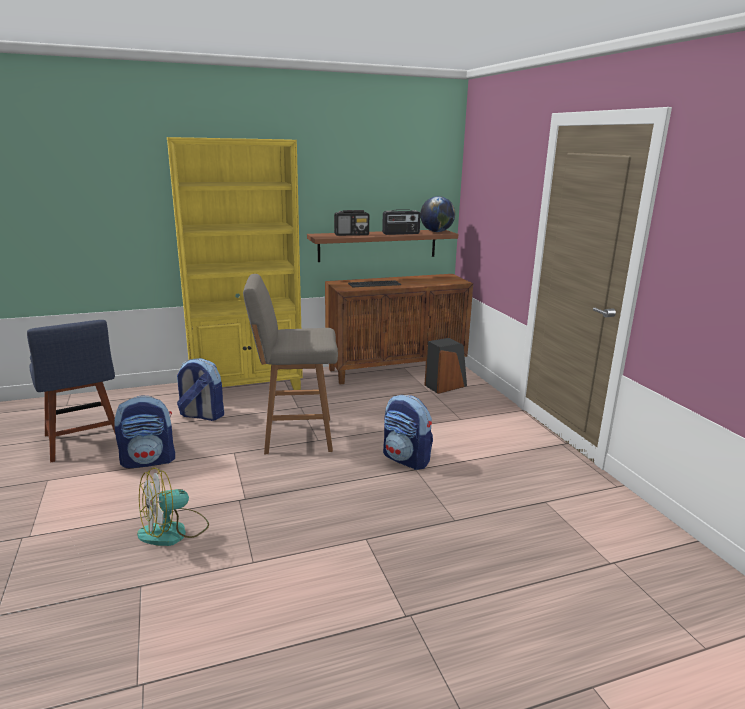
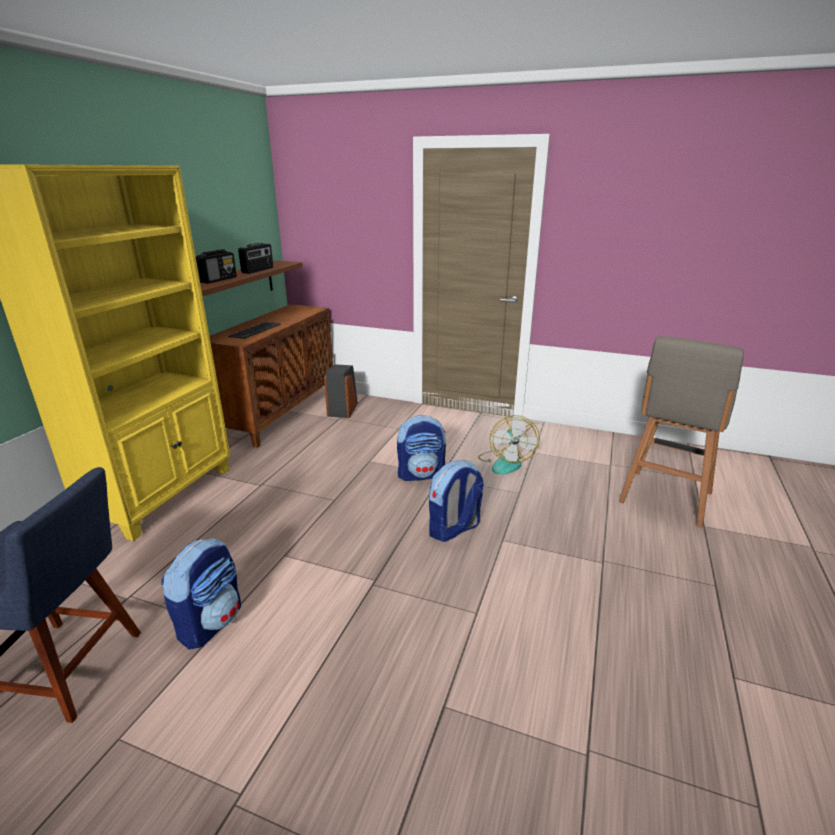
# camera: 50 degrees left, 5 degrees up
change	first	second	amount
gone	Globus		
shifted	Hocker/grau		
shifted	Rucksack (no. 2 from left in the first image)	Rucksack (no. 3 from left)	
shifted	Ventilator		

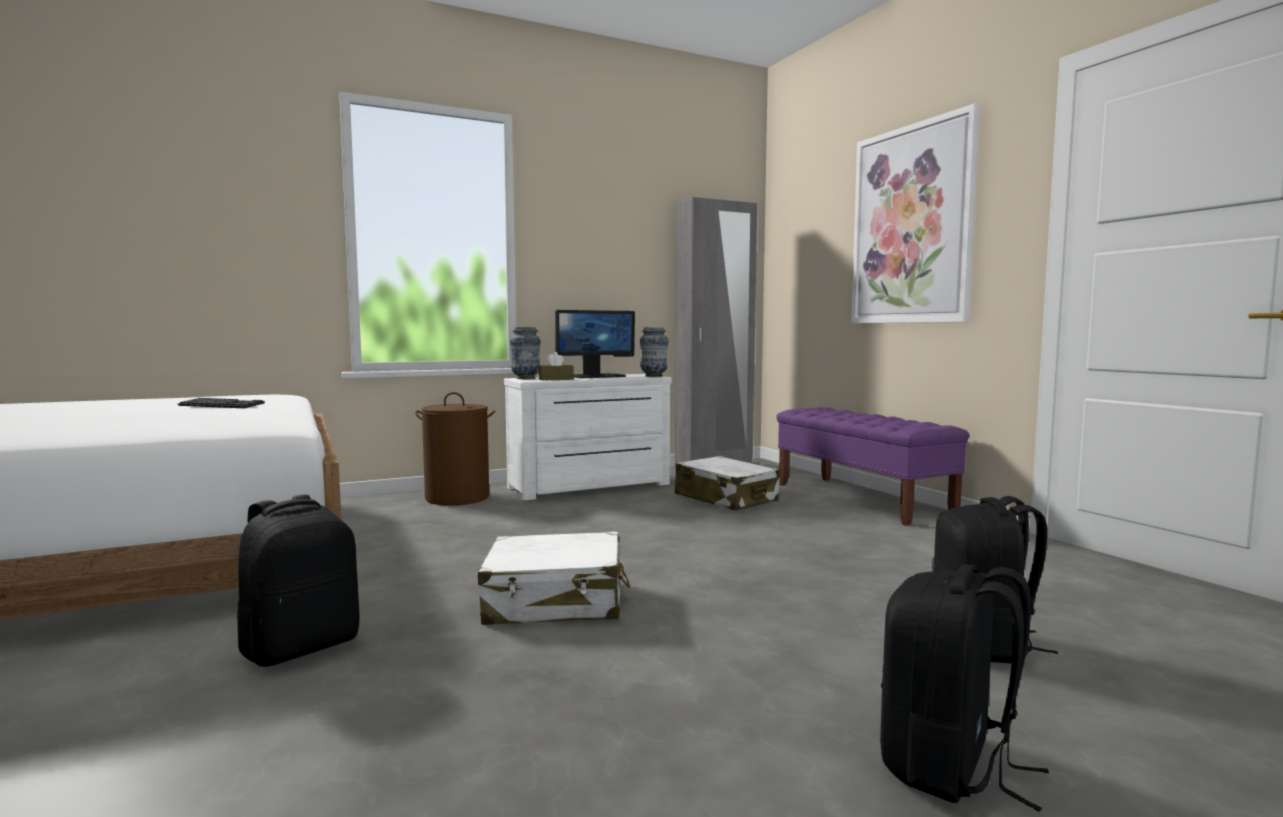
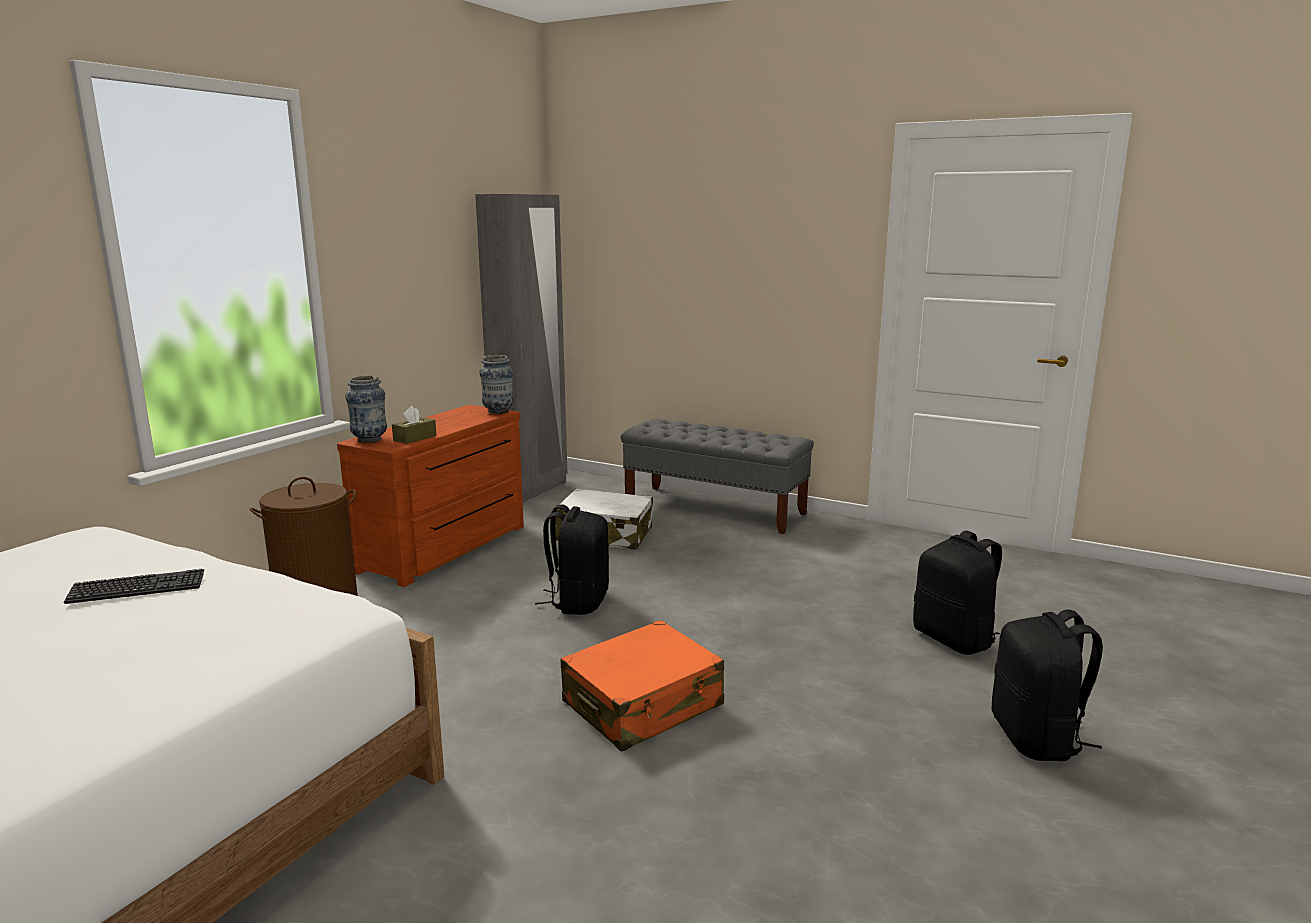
# camera: 35 degrees left, 10 degrees up
change	first	second	amount
gone	Bild		
gone	Monitor		
repainted	Kommode/weiß	Kommode/braun	
repainted	Bank/lila	Bank/grau	
shifted	Rucksack/schwarz (no. 1 from left)		
repainted	Koffer/weiß (no. 1 from left)	Koffer/orange	

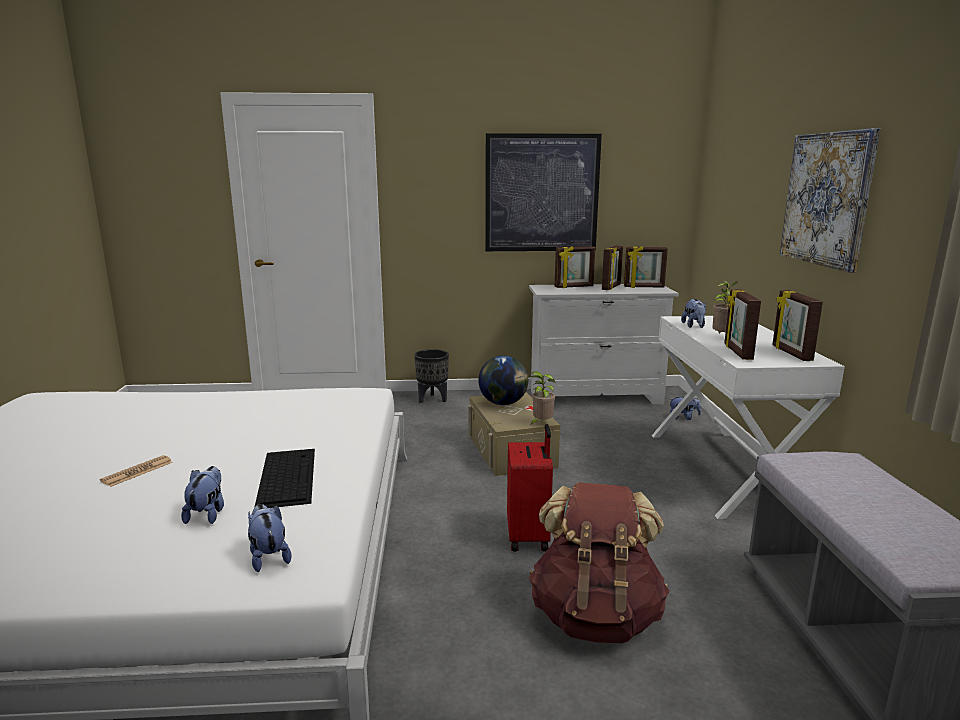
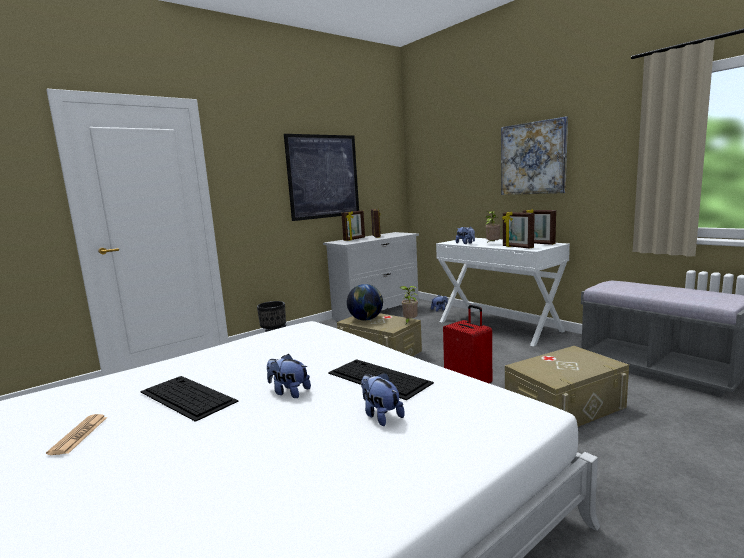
# camera: 35 degrees left, 5 degrees down
change	first	second	amount
gone	Bilderrahmen (no. 3 from left)		
shifted	Zeitung		
swapped	Rucksack/braun	Aufbewahrungsbox/beige (no. 2 from left)	
shifted	Plüschtier (no. 2 from left in the first image)	Plüschtier (no. 1 from left)	
new		Tastatur (no. 1 from left)	

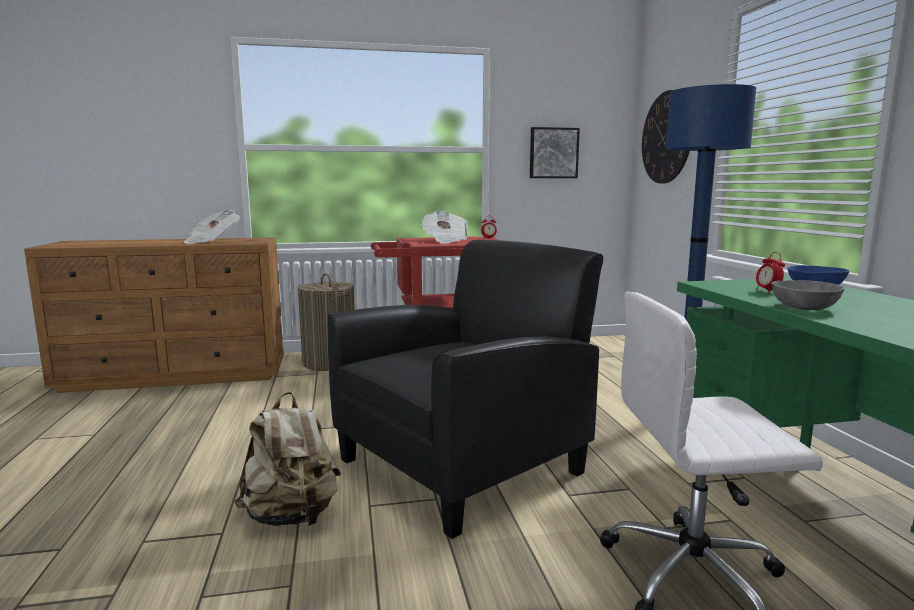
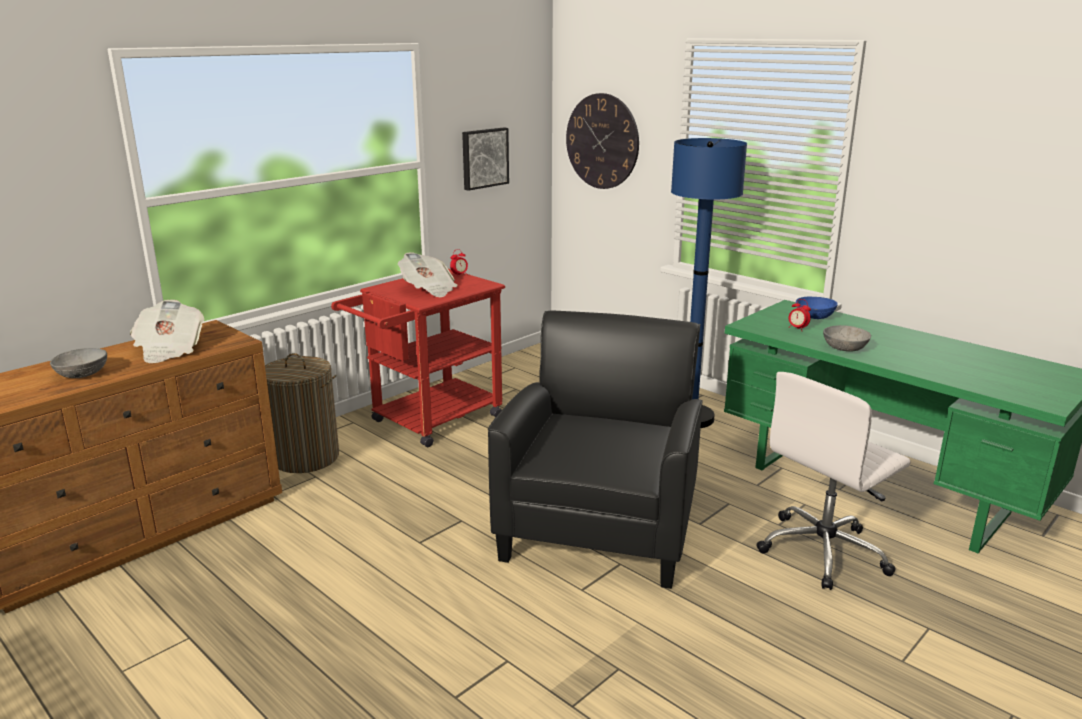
# camera: 35 degrees left, 10 degrees up
change	first	second	amount
gone	Rucksack/beige		
new		Schüssel/grau (no. 1 from left)	

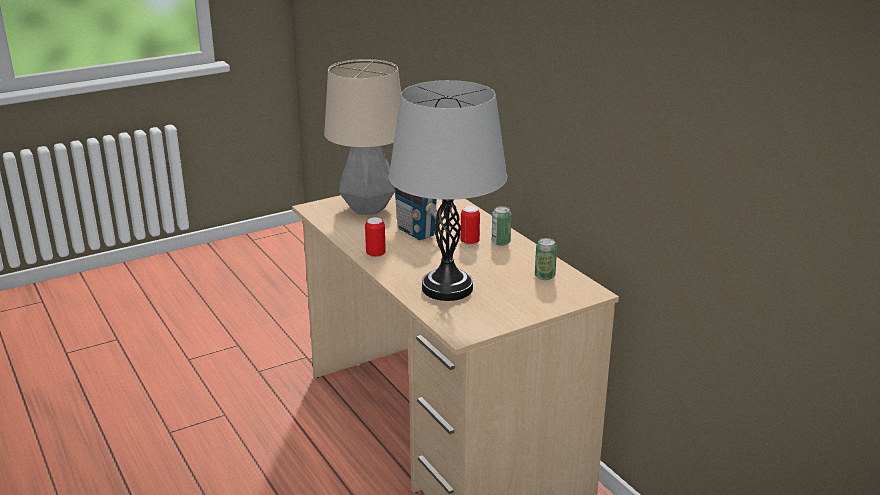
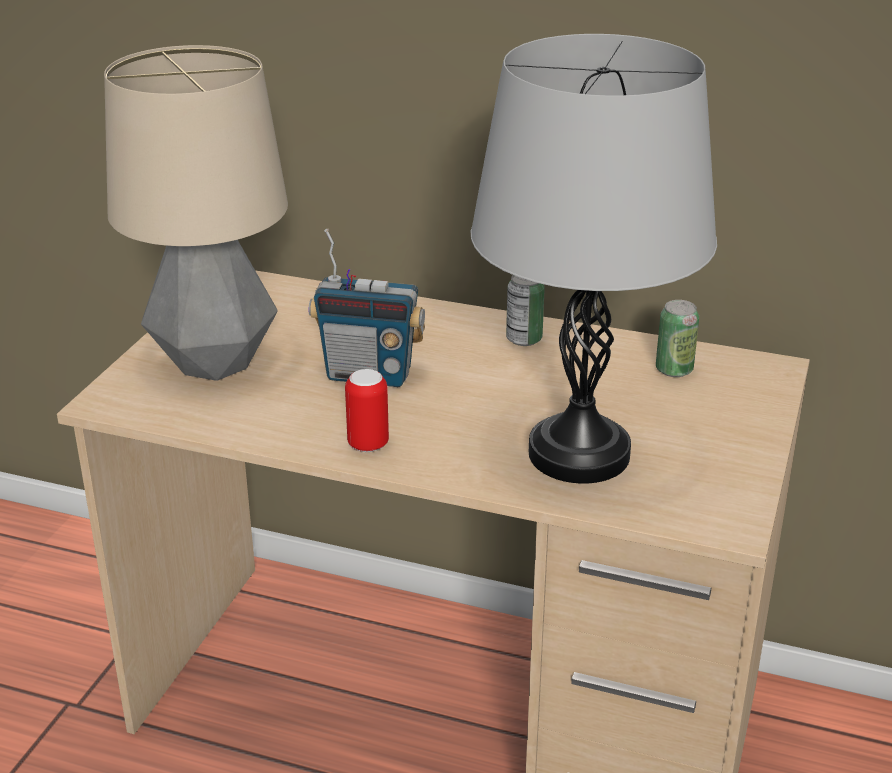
# camera: 40 degrees left, 5 degrees up
change	first	second	amount
gone	Dose (no. 2 from left)		

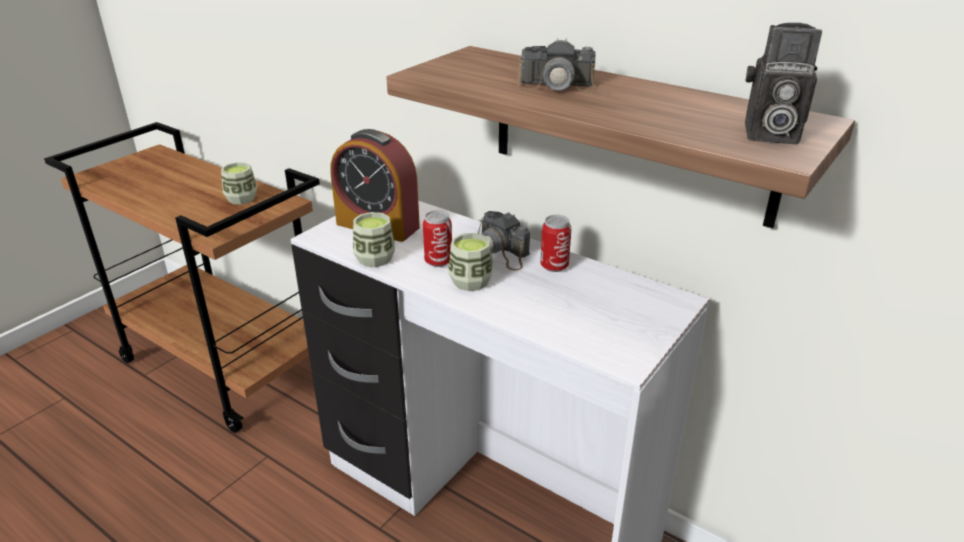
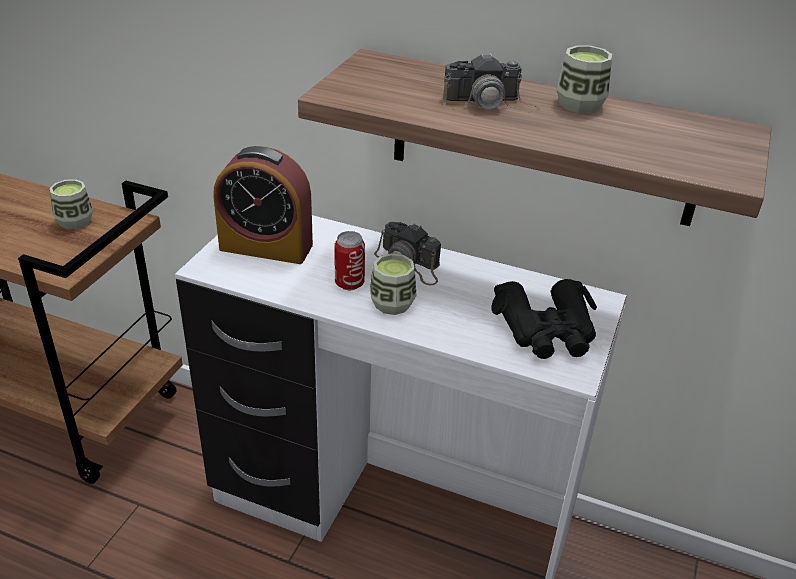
# camera: 15 degrees left, 5 degrees up
change	first	second	amount
gone	Kamera (no. 3 from left)		
shifted	Tasse (no. 2 from left in the first image)	Tasse (no. 3 from left)	
gone	Dose (no. 2 from left)		
new		Fernglas/schwarz	

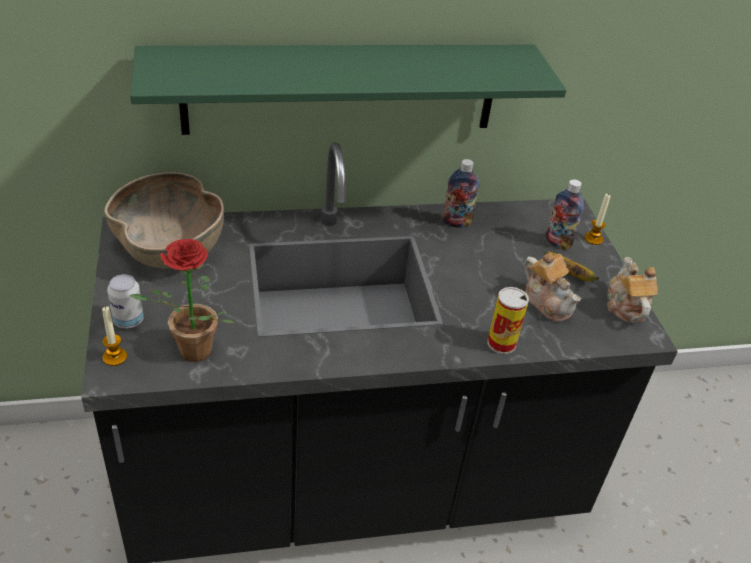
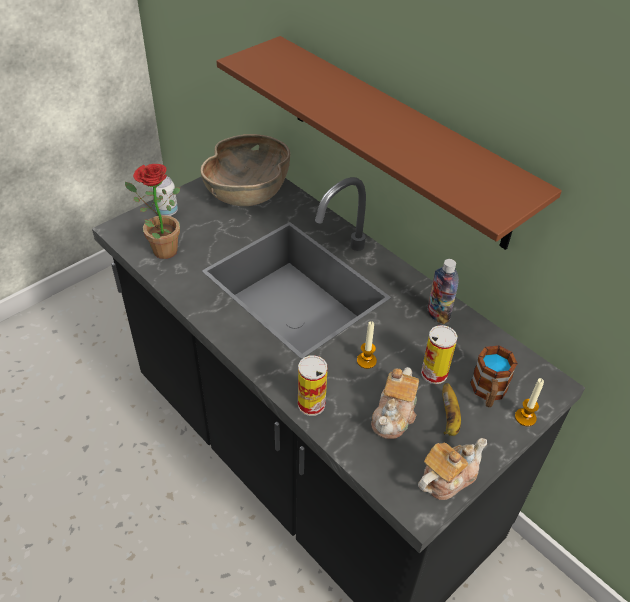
# camera: 60 degrees right, 5 degrees up
change	first	second	amount
repainted	Wandregal/grün	Wandregal/braun	
swapped	Flasche (no. 2 from left)	Henkelbecher	
shifted	Kerze (no. 1 from left)		
new		Dose (no. 3 from left)	

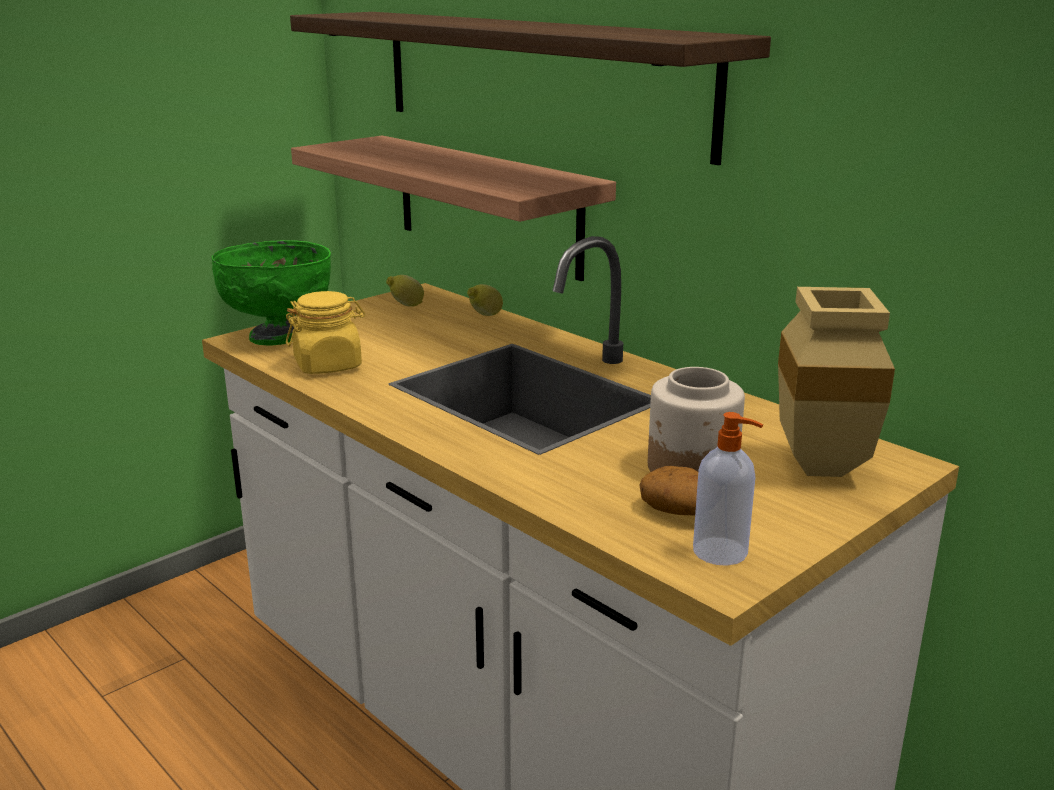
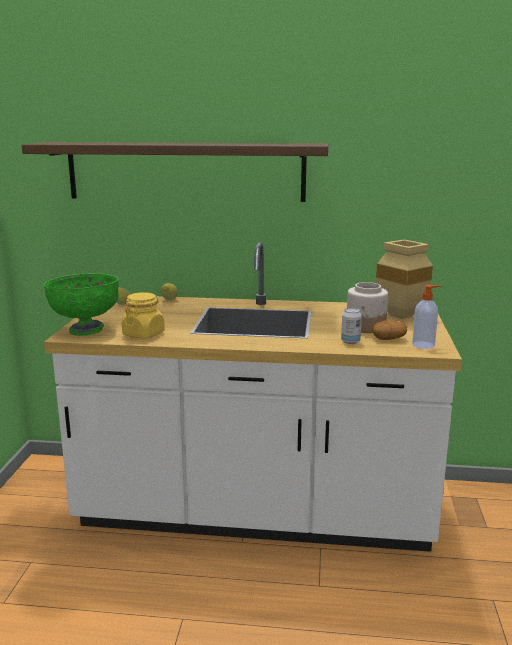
# camera: 40 degrees left, 5 degrees down
change	first	second	amount
gone	Wandregal (no. 1 from left)		
new		Dose	

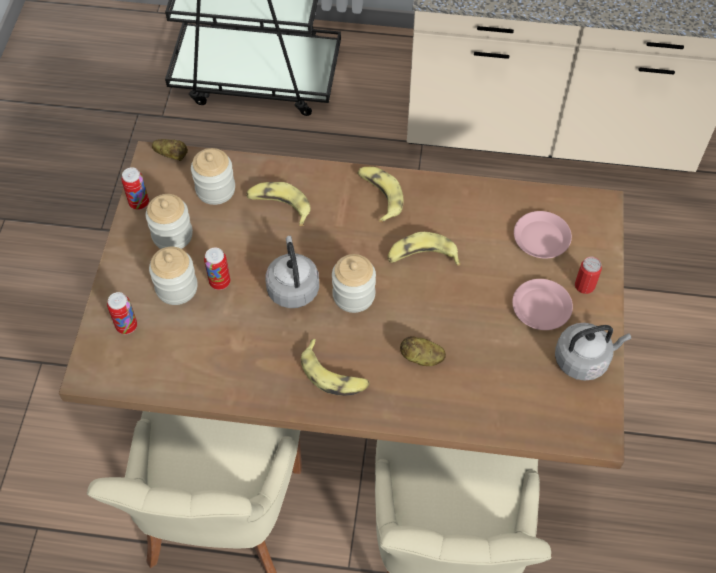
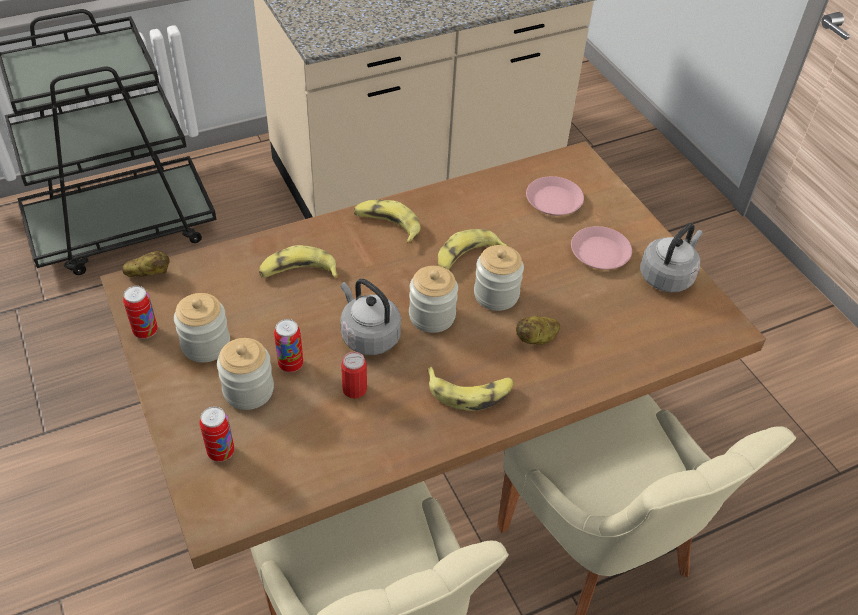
# camera: 35 degrees left, 10 degrees down
change	first	second	amount
shifted	Vorratsglas (no. 3 from left in the first image)	Vorratsglas (no. 4 from left)	
shifted	Dose (no. 4 from left)		

